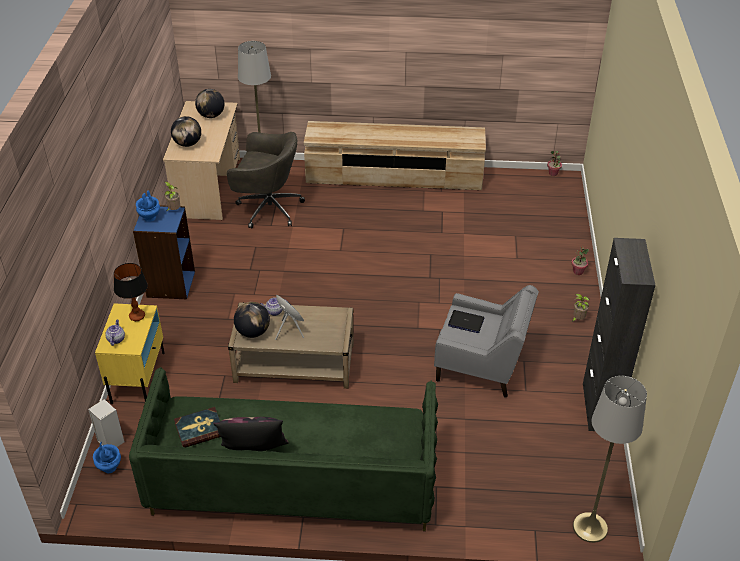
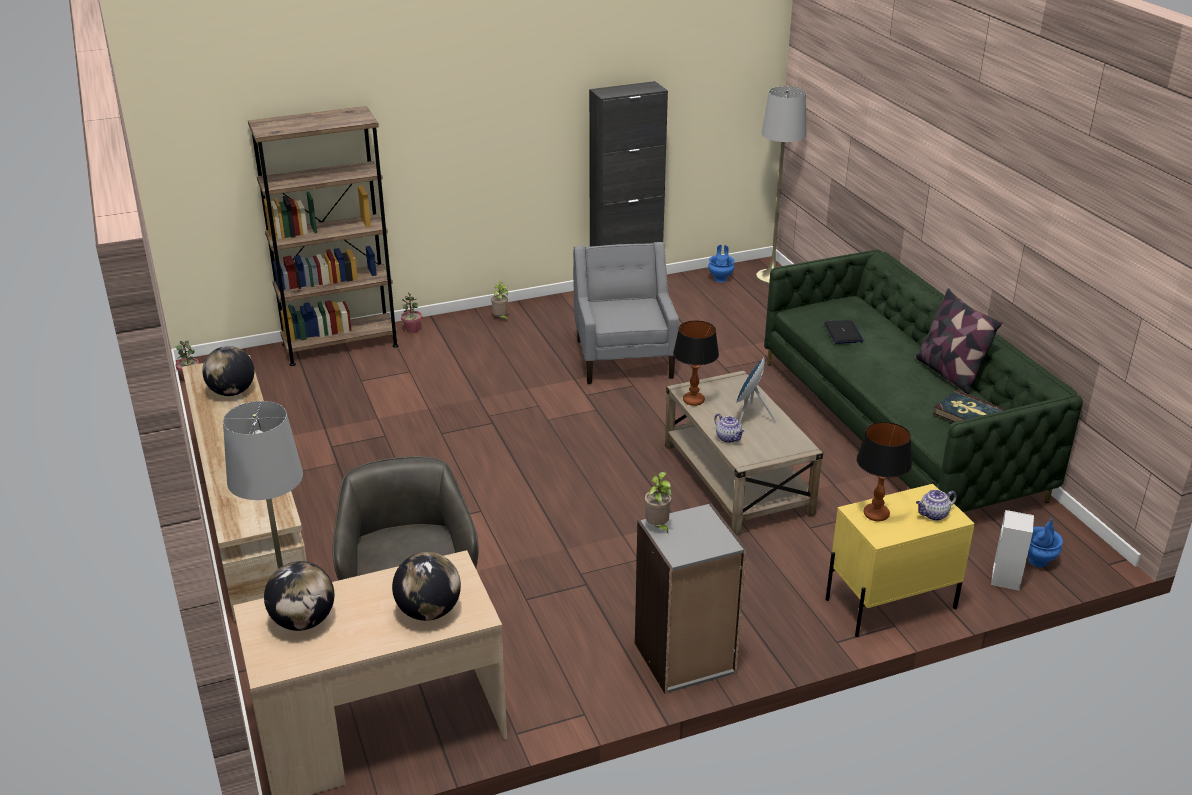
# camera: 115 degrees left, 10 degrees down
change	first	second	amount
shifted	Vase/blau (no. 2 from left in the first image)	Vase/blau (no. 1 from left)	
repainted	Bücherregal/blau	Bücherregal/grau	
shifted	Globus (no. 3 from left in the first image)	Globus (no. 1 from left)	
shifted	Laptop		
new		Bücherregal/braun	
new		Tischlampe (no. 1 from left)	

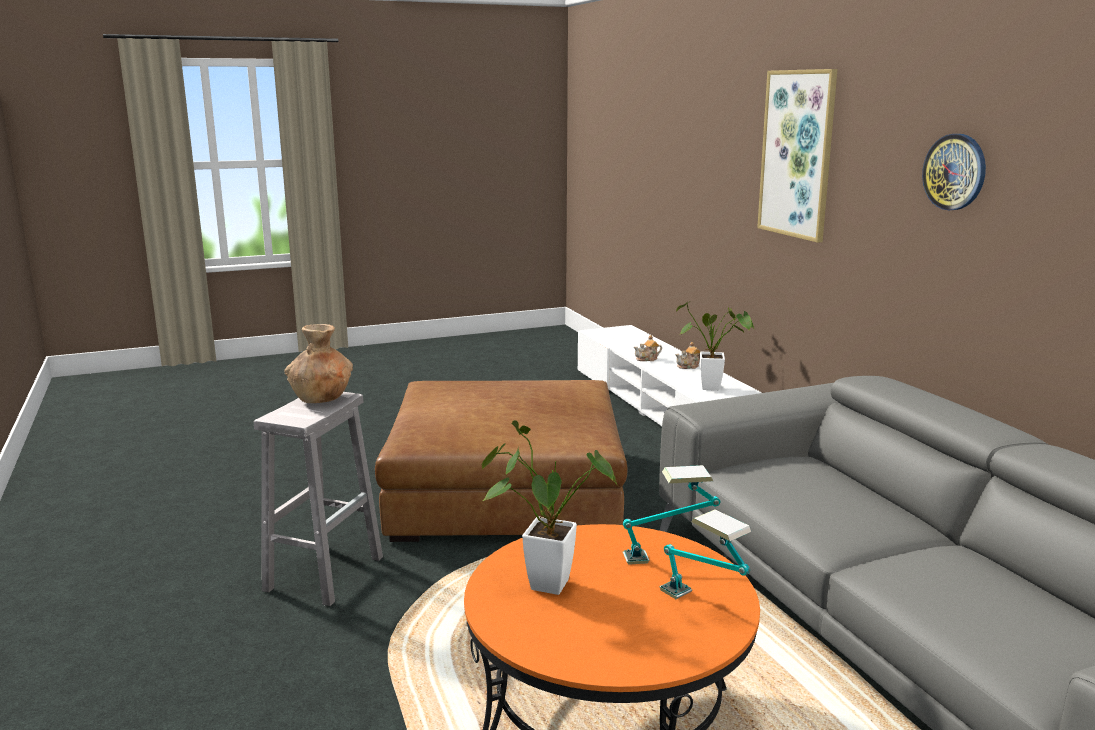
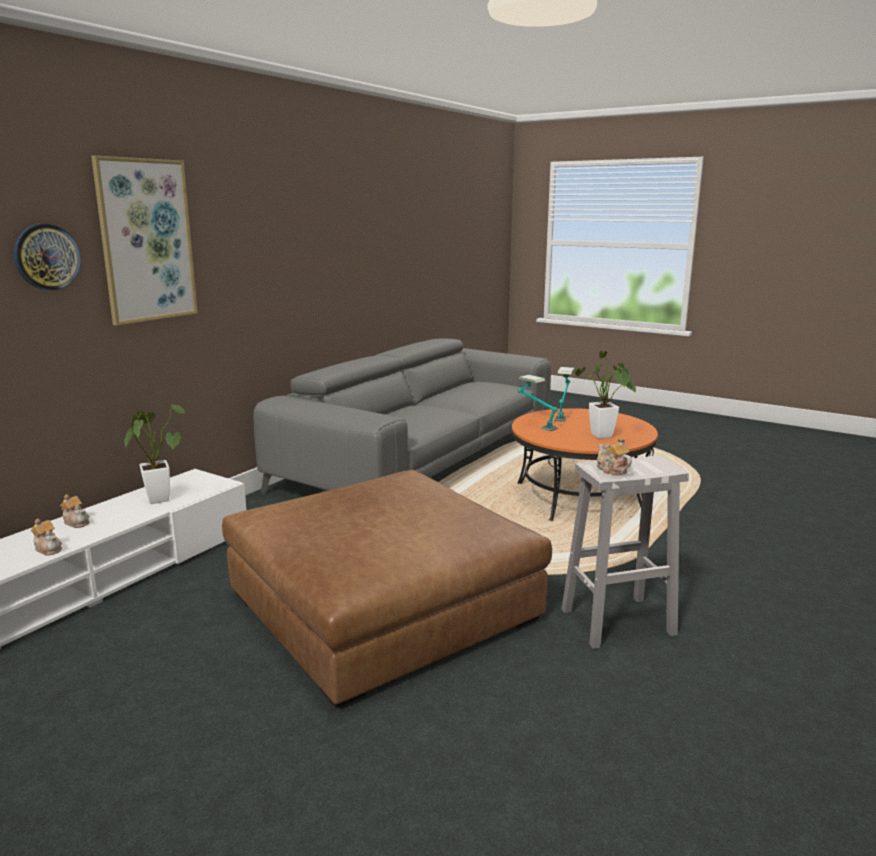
# camera: 125 degrees left, 0 degrees up
change	first	second	amount
shifted	Wanduhr		
swapped	Vase/braun	Teekanne (no. 3 from left)	

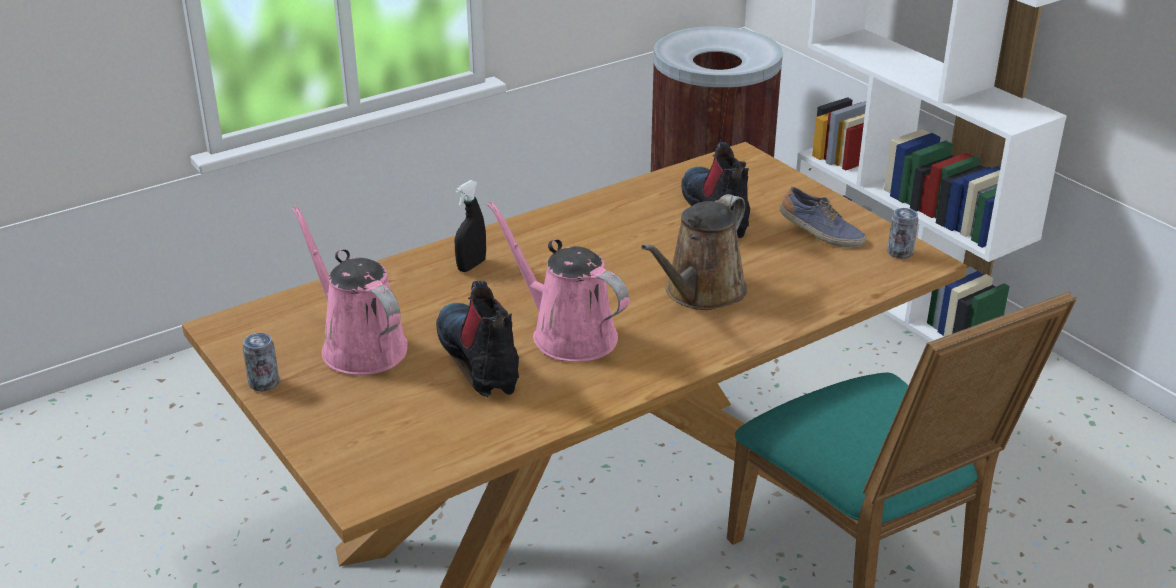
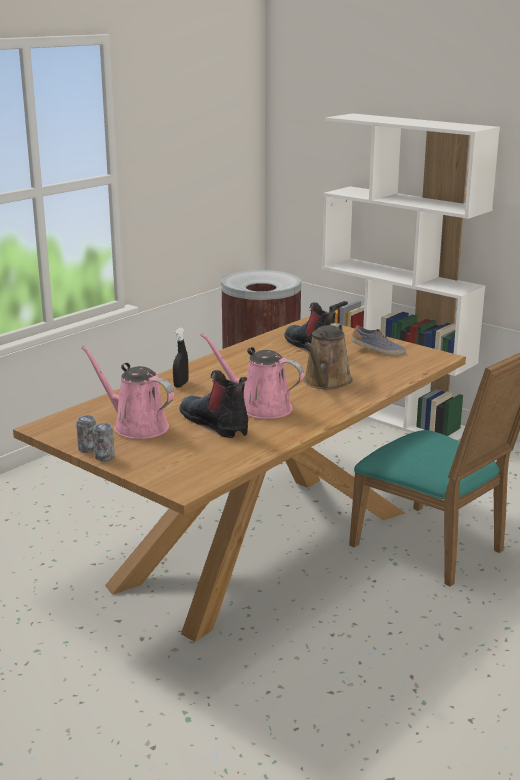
# camera: 15 degrees left, 10 degrees down
change	first	second	amount
shifted	Dose (no. 2 from left)		

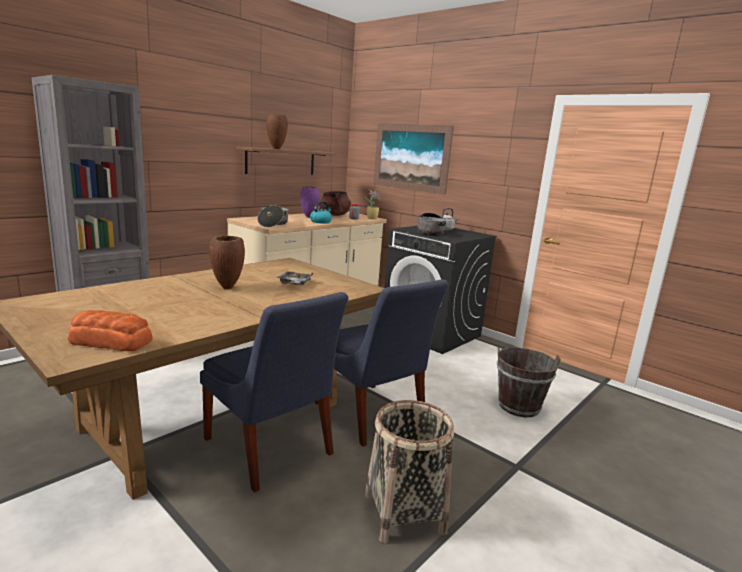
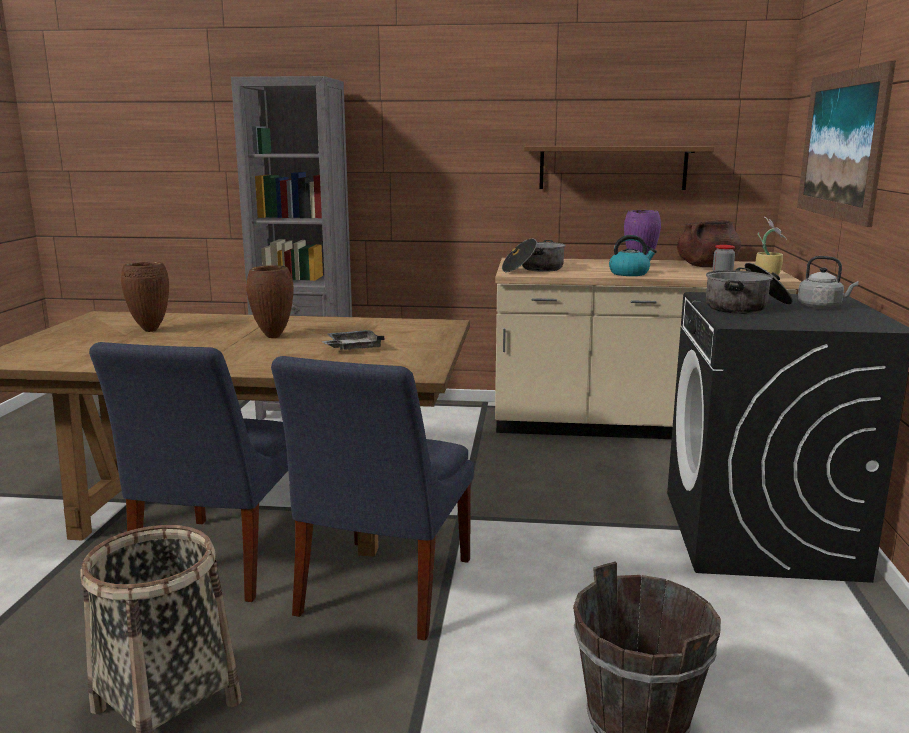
# camera: 55 degrees right, 0 degrees up
change	first	second	amount
shifted	Vase/braun (no. 2 from left in the first image)	Vase/braun (no. 1 from left)	
gone	Brot		

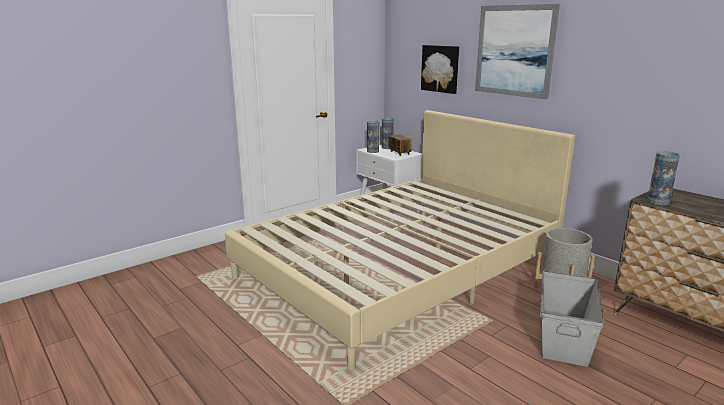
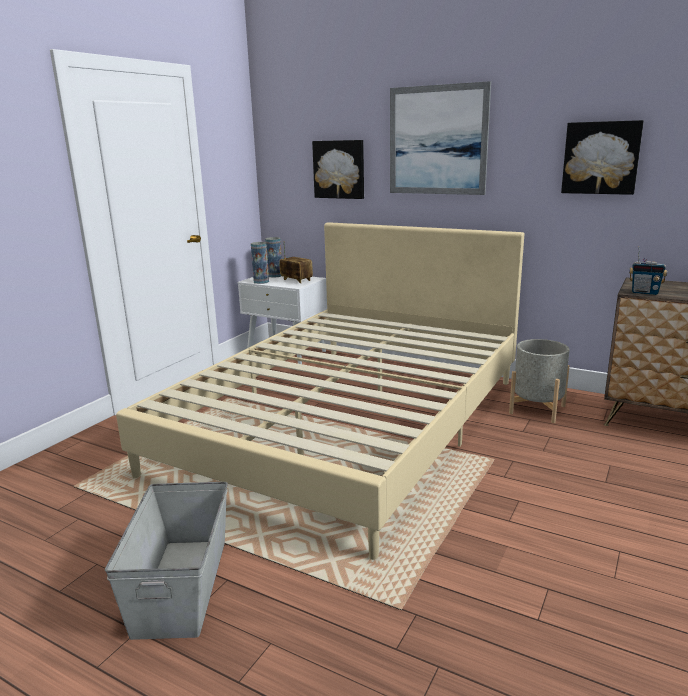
# camera: 20 degrees left, 0 degrees up
change	first	second	amount
swapped	Vase (no. 3 from left)	Radio (no. 2 from left)	
shifted	Aufbewahrungsbox/grau		
new		Bild (no. 3 from left)	

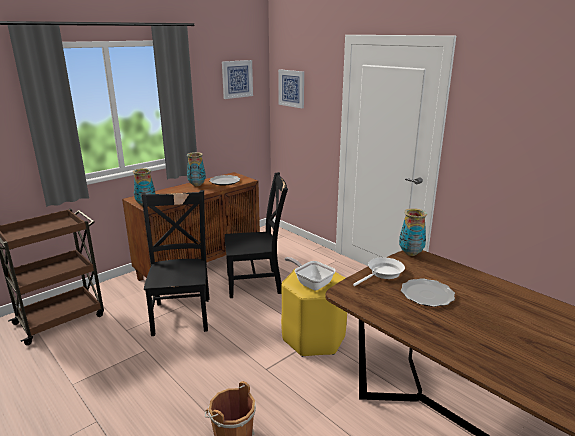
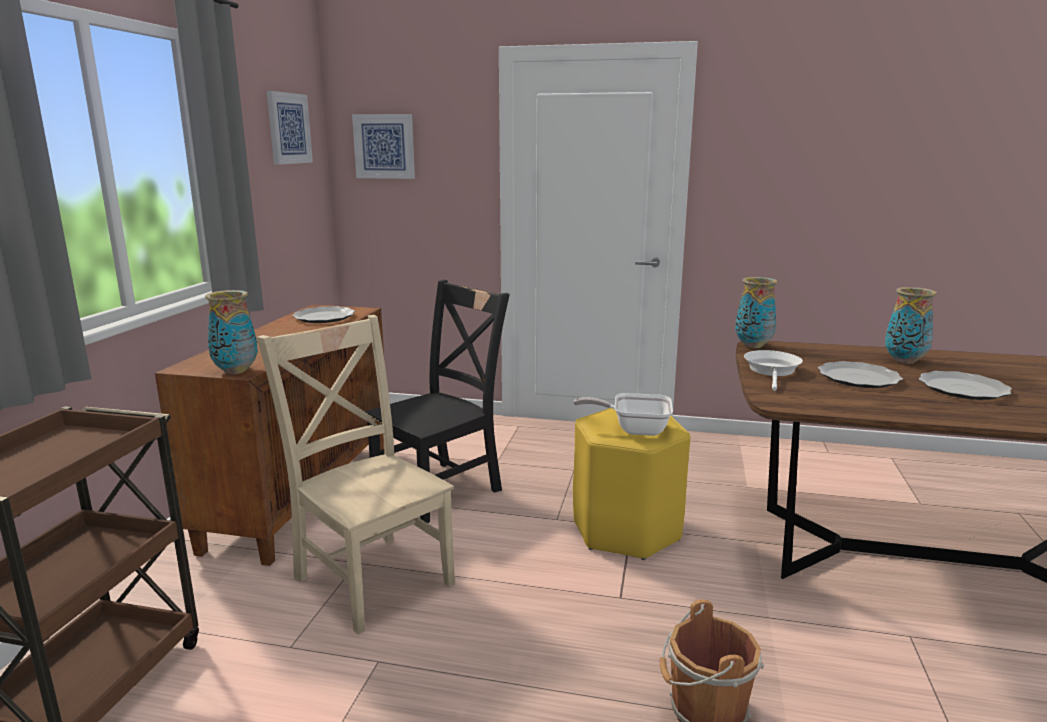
# camera: 35 degrees left, 5 degrees down
change	first	second	amount
shifted	Vase (no. 2 from left in the first image)	Vase (no. 3 from left)	
repainted	Stuhl/schwarz (no. 1 from left)	Stuhl/beige	
new		Teller (no. 3 from left)	

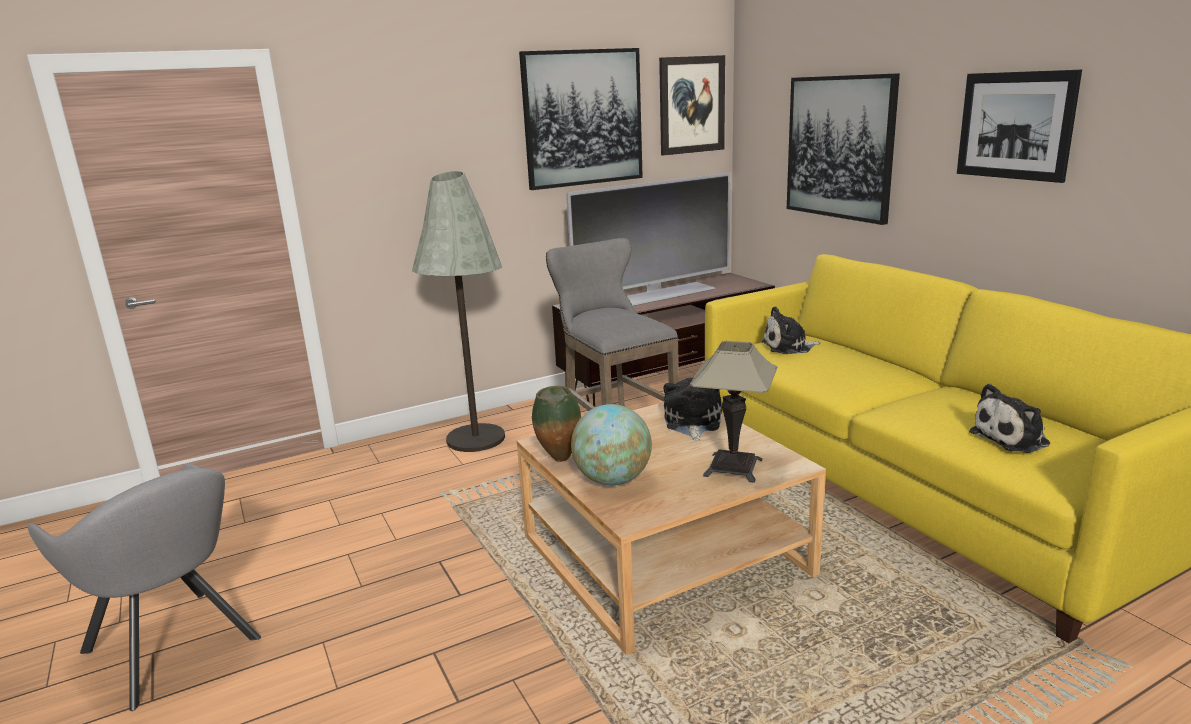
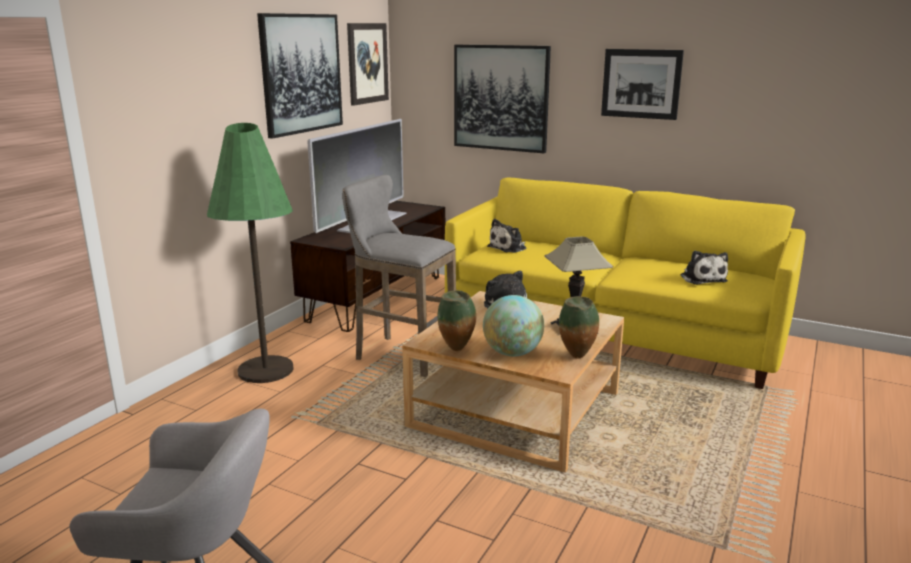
# camera: 35 degrees left, 0 degrees up
change	first	second	amount
repainted	Stehlampe/grau	Stehlampe/grün	
rotated	Plüschtier (no. 3 from left)		45 degrees counterclockwise
new		Vase (no. 2 from left)	

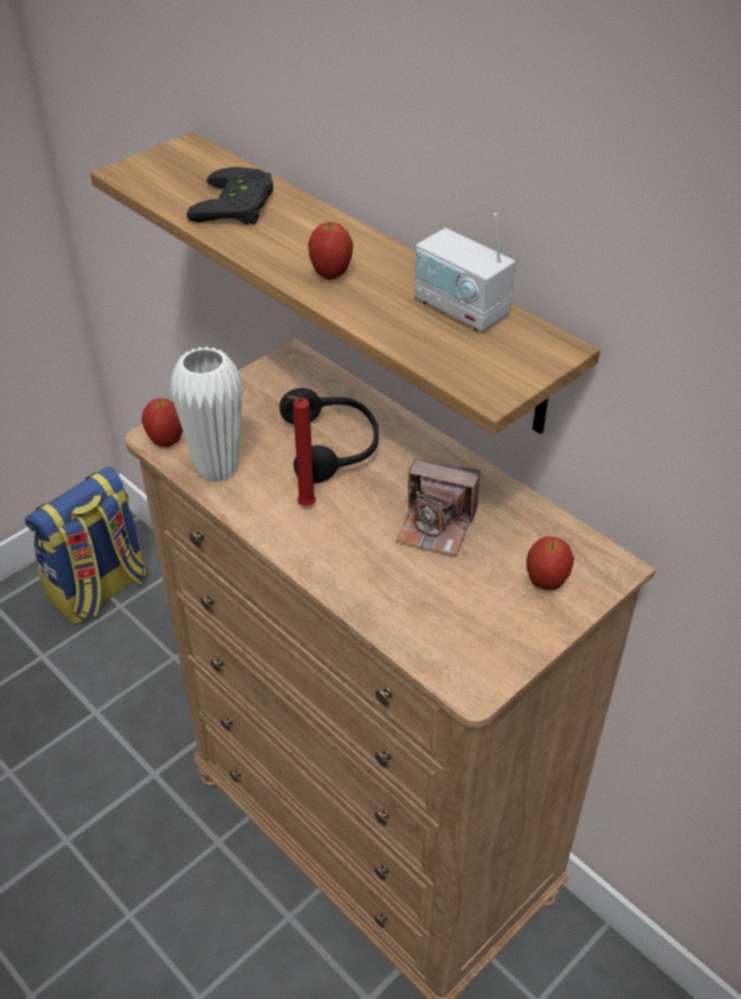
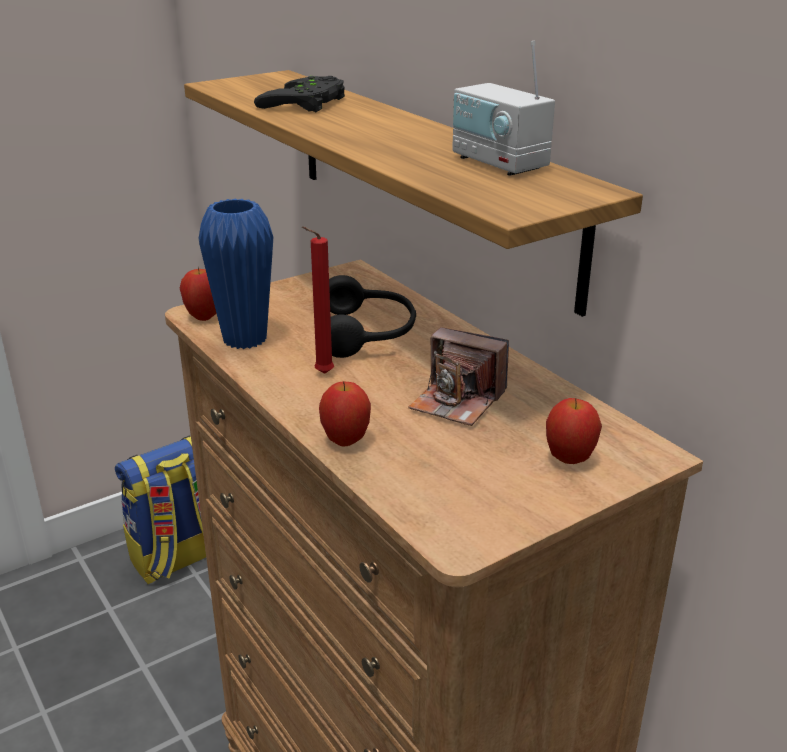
# camera: 10 degrees right, 15 degrees down
change	first	second	amount
shifted	Apfel (no. 2 from left)		
repainted	Vase/weiß	Vase/blau	

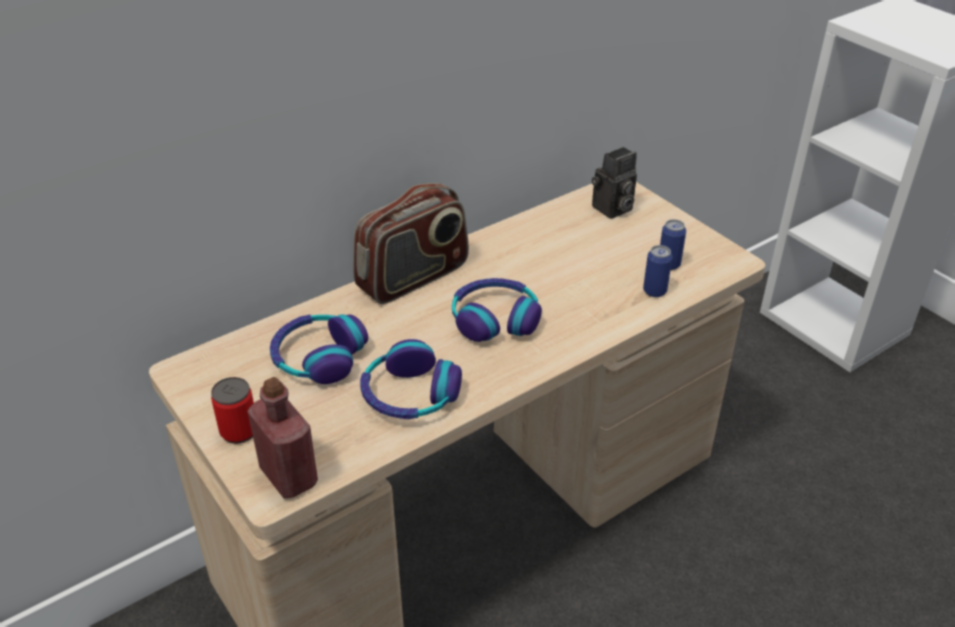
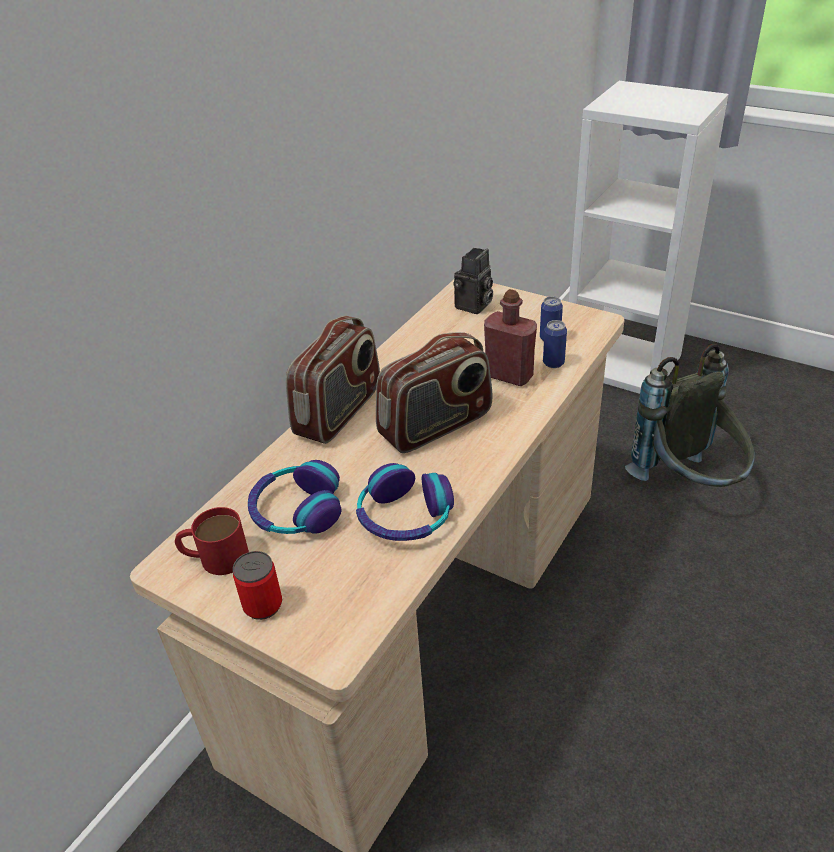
# camera: 20 degrees left, 0 degrees up
change	first	second	amount
swapped	Kopfhörer (no. 3 from left)	Radio (no. 2 from left)	
shifted	Flasche/rot		
new		Rucksack/grau	
new		Henkelbecher/rot	

